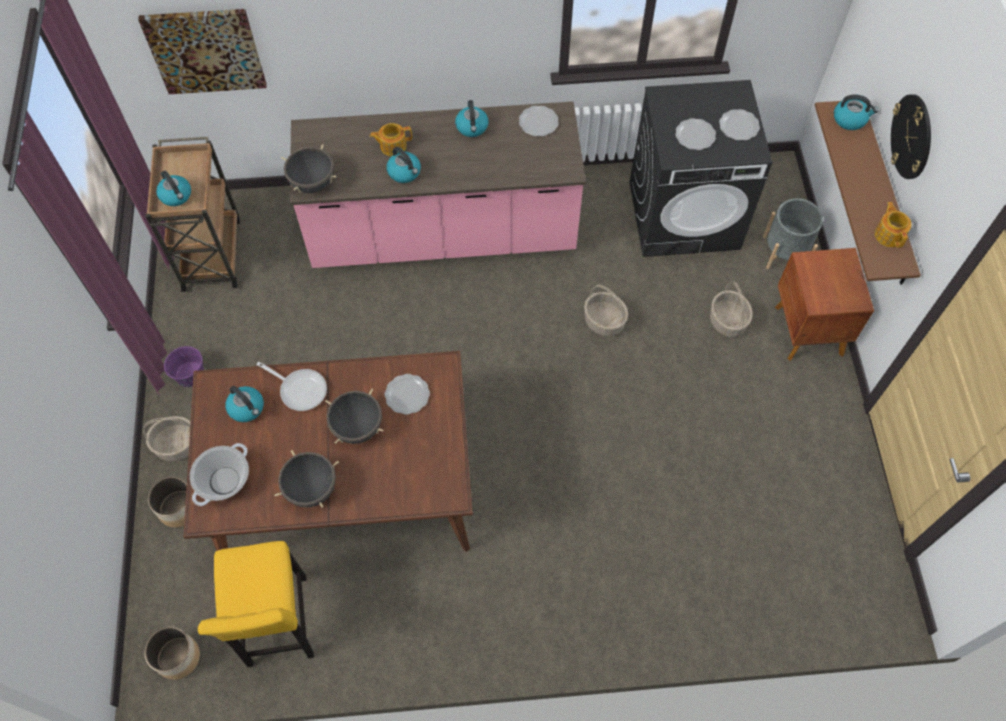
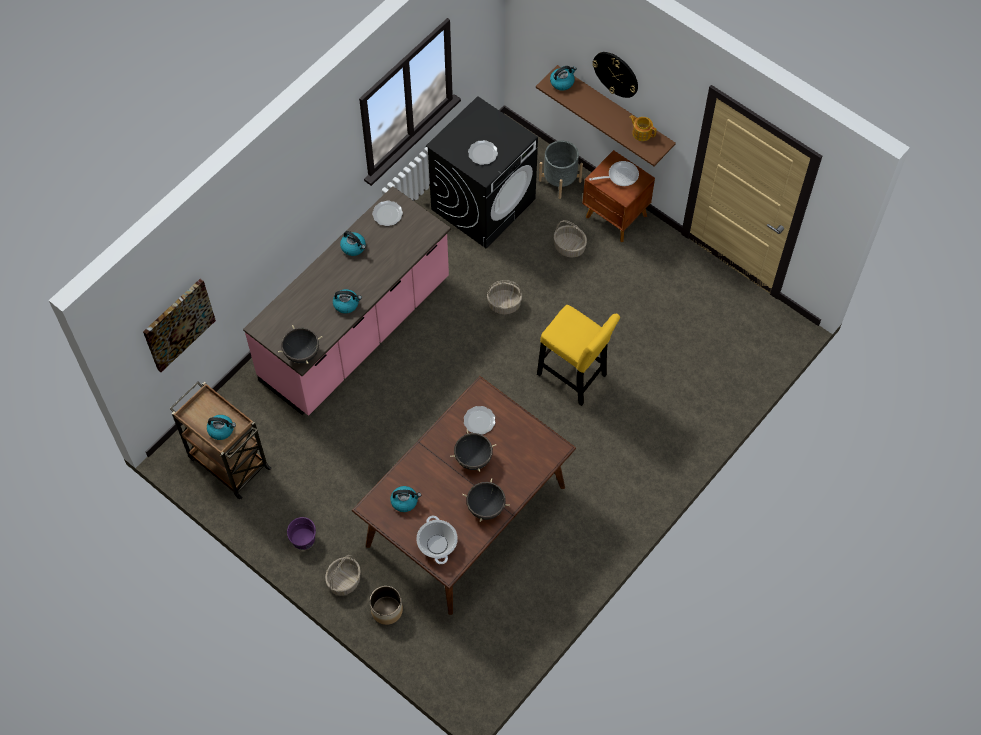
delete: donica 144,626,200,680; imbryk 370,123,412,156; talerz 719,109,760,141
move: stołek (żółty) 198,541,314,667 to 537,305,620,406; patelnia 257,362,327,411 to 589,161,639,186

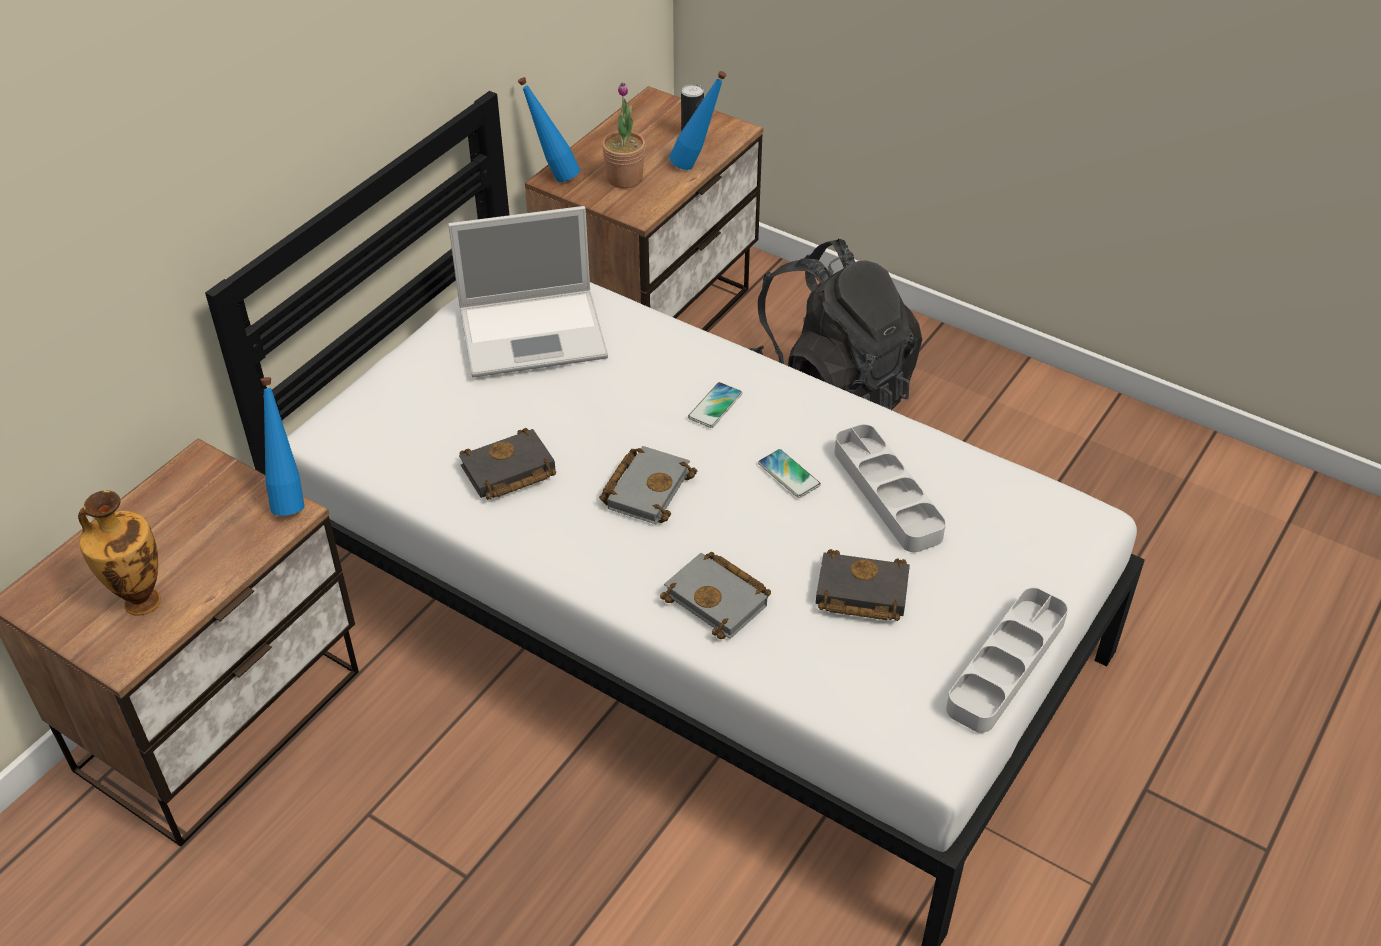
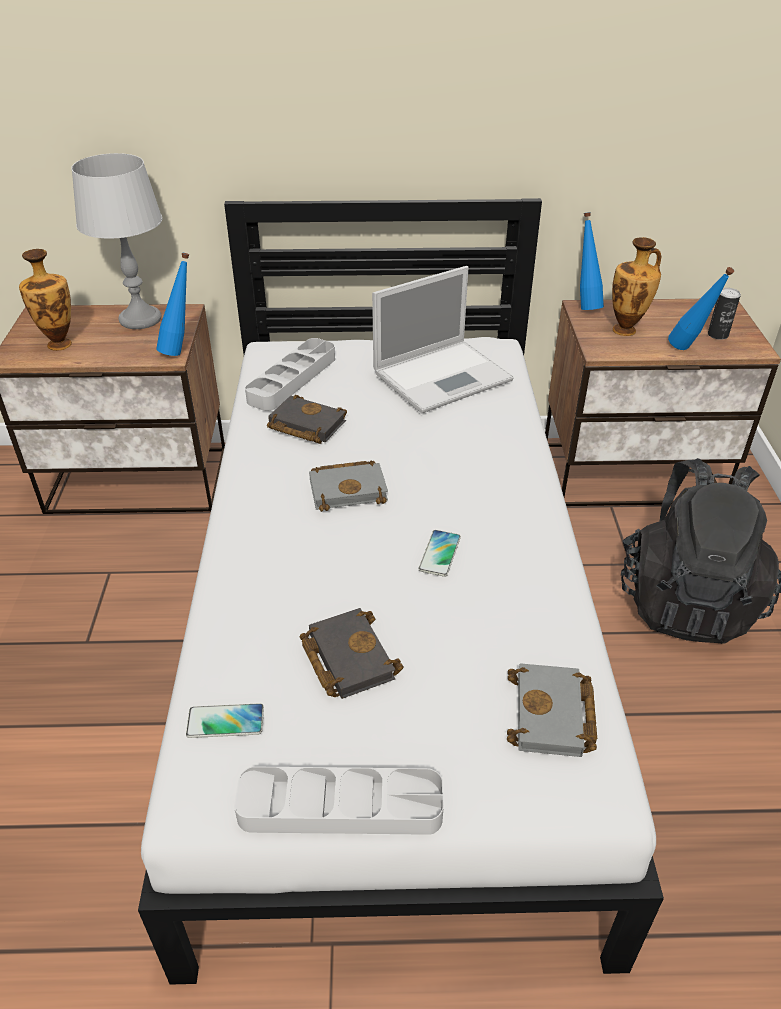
insert: lampa stołowa (szary) 71,153,163,329
move: książka (szary) 660,552,771,639 to 507,663,597,757; telefon 688,382,742,428 to 186,703,264,738; taca (szary) 834,424,946,552 to 245,338,335,411
replace: roślina doniczkowa 602,83,645,189 to wazon 612,237,661,336
rotate: laptop 448,206,608,377 = 372,266,514,413 75 degrees counterclockwise

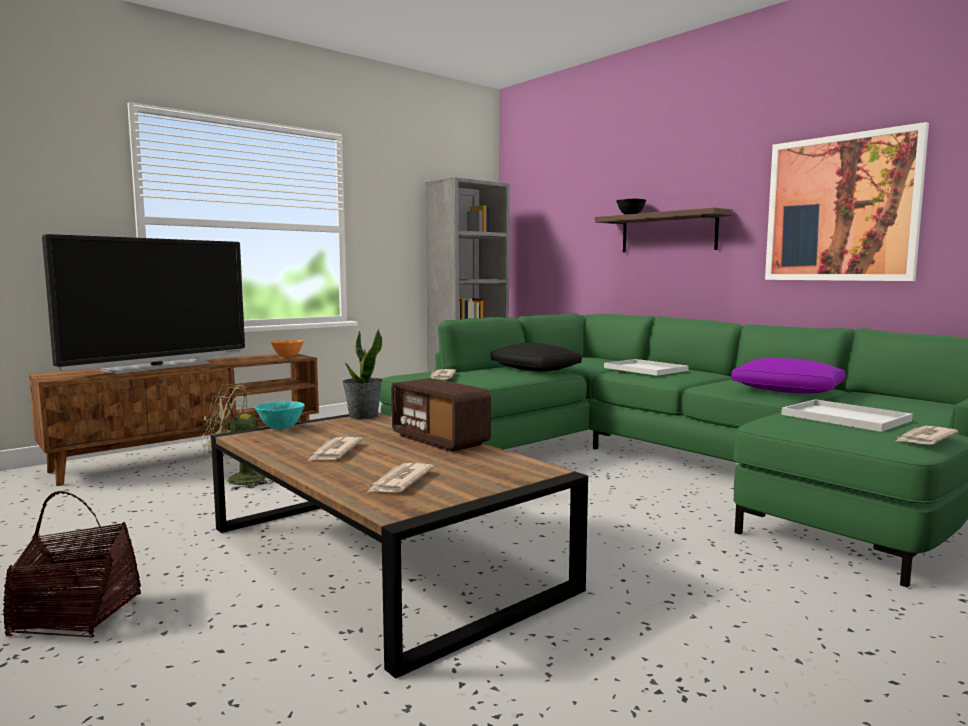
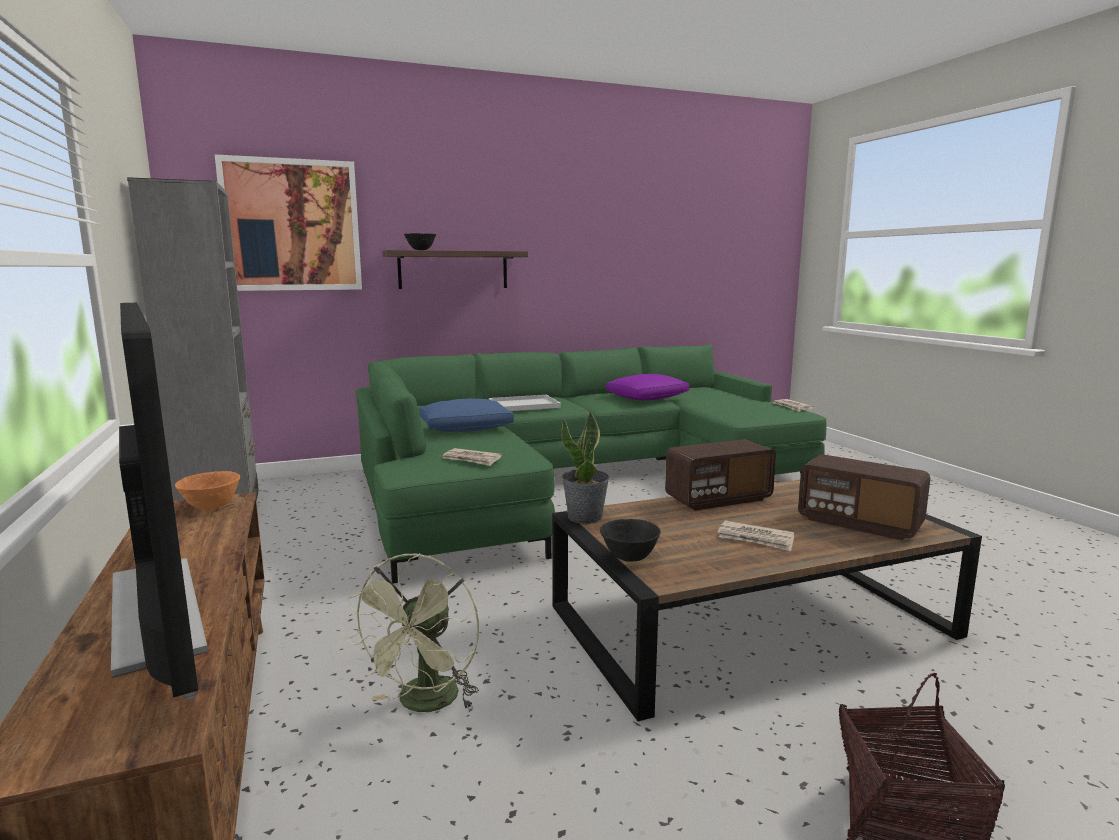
delete: taca (biały) 781,399,913,432
move: obraz 765,122,929,281 to 215,154,362,291
replace: gazeta 366,463,434,493 to radio 798,454,930,540
recolor: miska (turkusowy) 255,401,305,430 to miska (czarny) 600,519,661,562; poduszka (czarny) 490,343,582,372 to poduszka (niebieski) 419,399,514,432

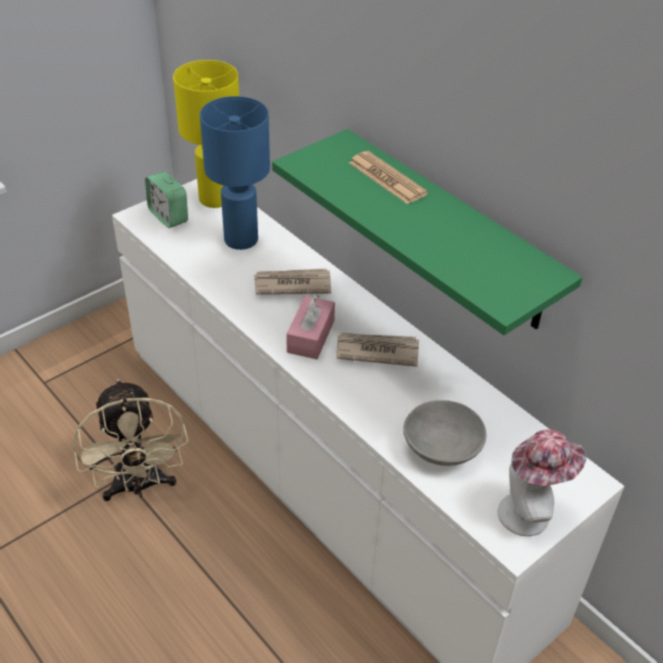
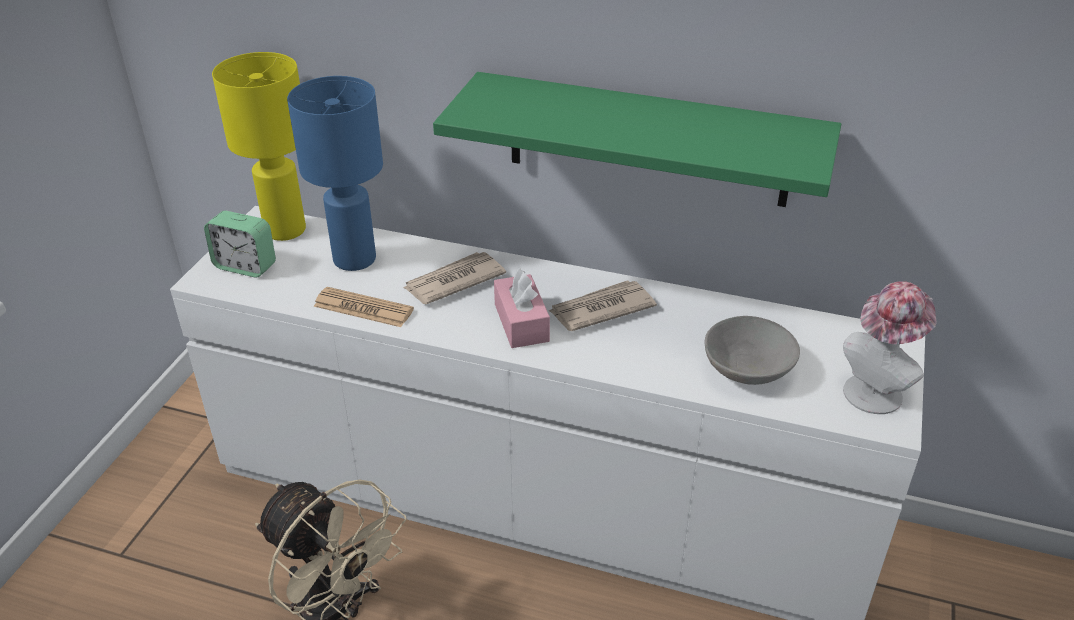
move: gazeta 349,151,428,204 to 314,287,414,327

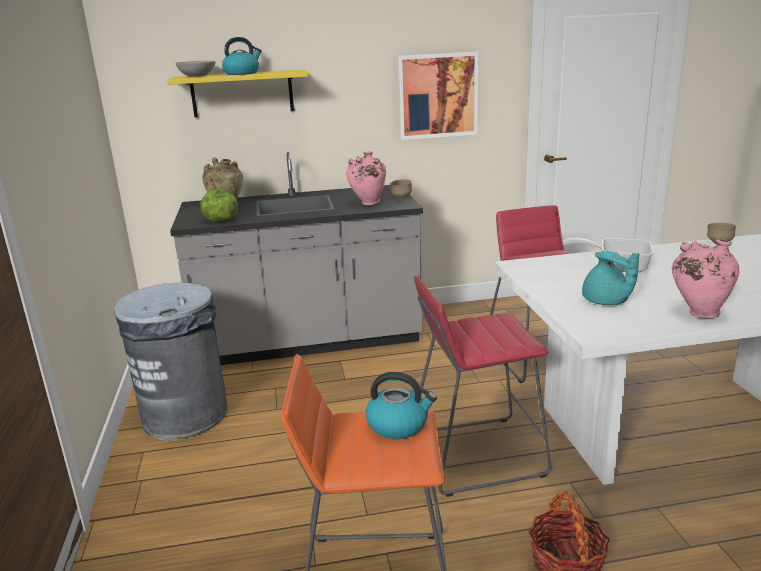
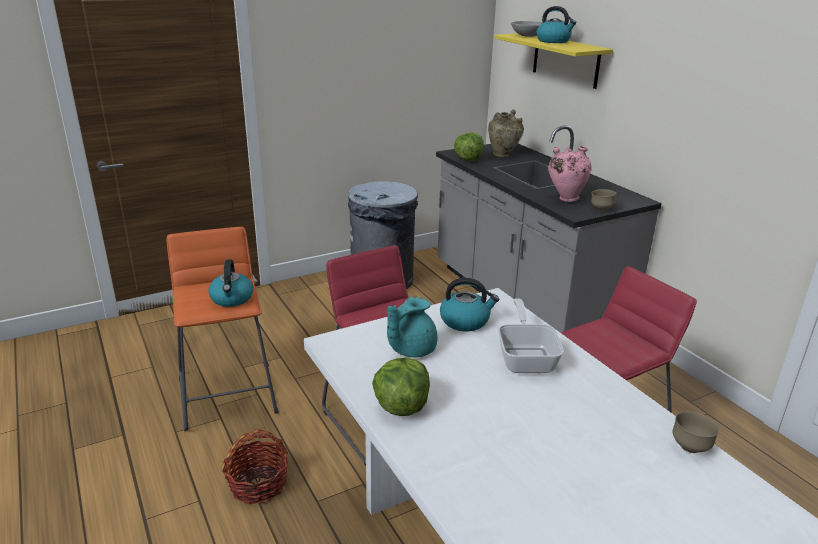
delete: obraz 398,52,478,140
insert: czajnik 440,278,499,331
replace: wazon (różowy) 672,239,740,318 to sałata 372,357,430,416

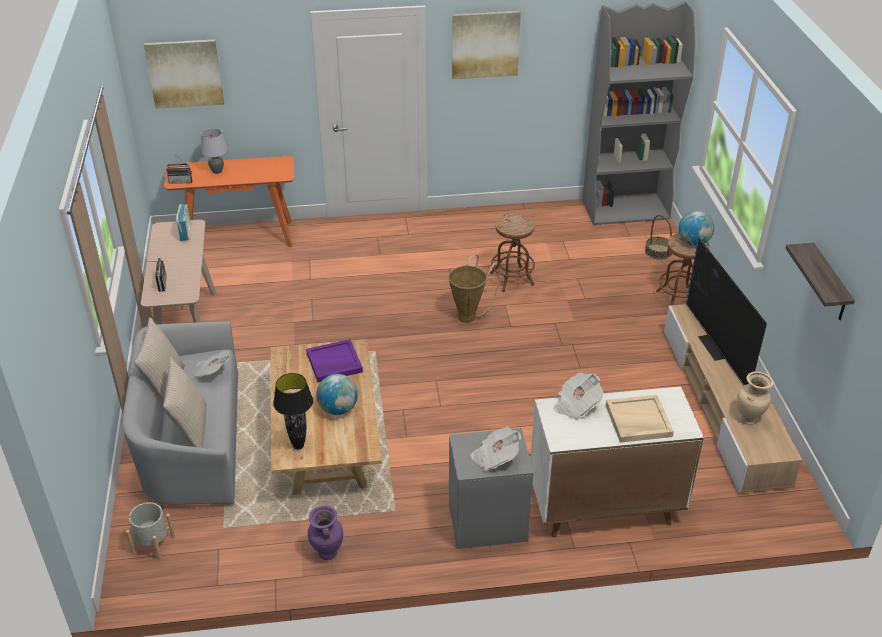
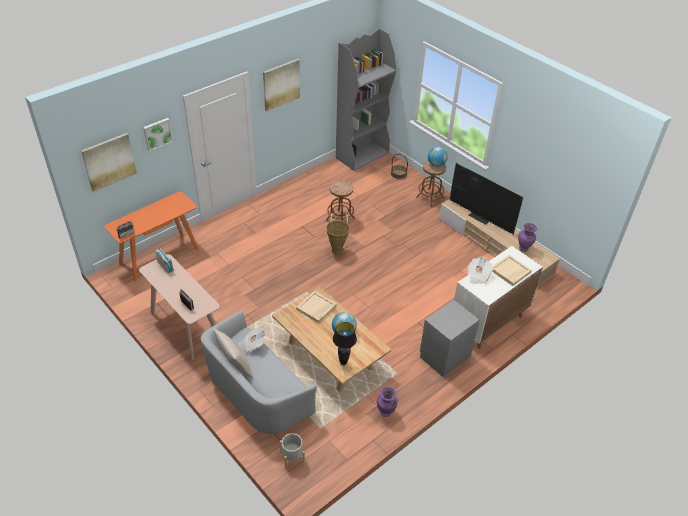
delete: poduszka (beżowy) 163,357,207,448; lampa stołowa (szary) 201,128,227,174; gazeta 470,427,522,471; półka 786,243,855,320
insert: obraz 143,118,173,152
recolor: taca (fioletowy) 306,339,363,383 to taca (beżowy) 296,291,336,323; wazon (beżowy) 737,371,774,425 to wazon (fioletowy) 518,223,537,252

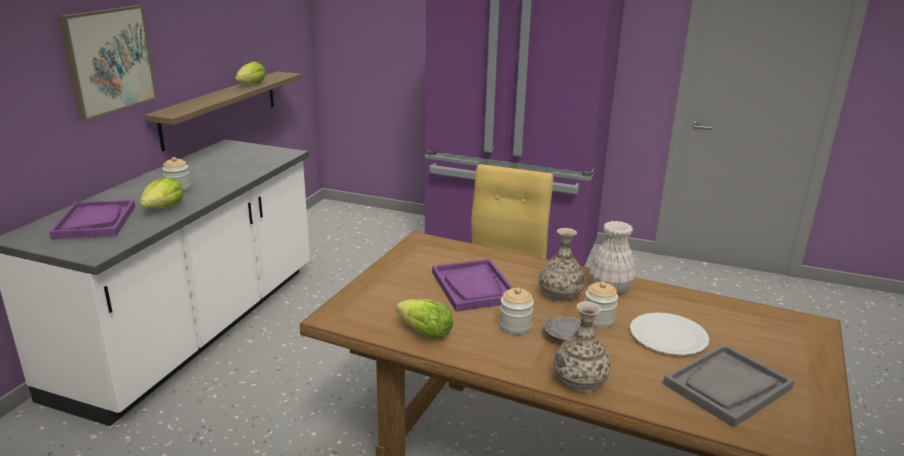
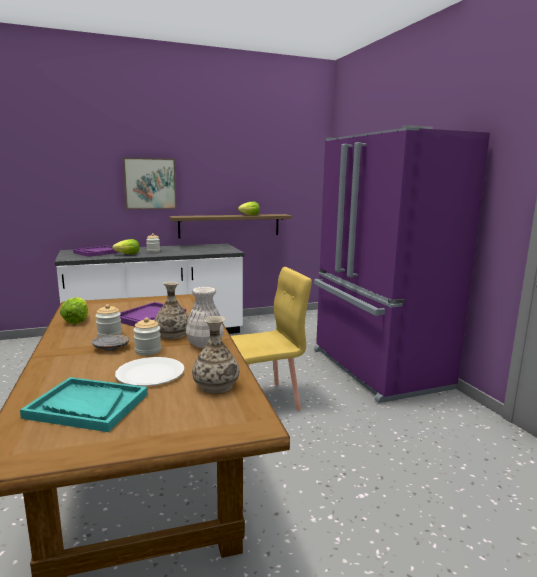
move: wazon 554,301,611,392 to 192,316,239,394
recolor: taca (szary) 663,344,794,428 to taca (turkusowy) 20,377,147,432

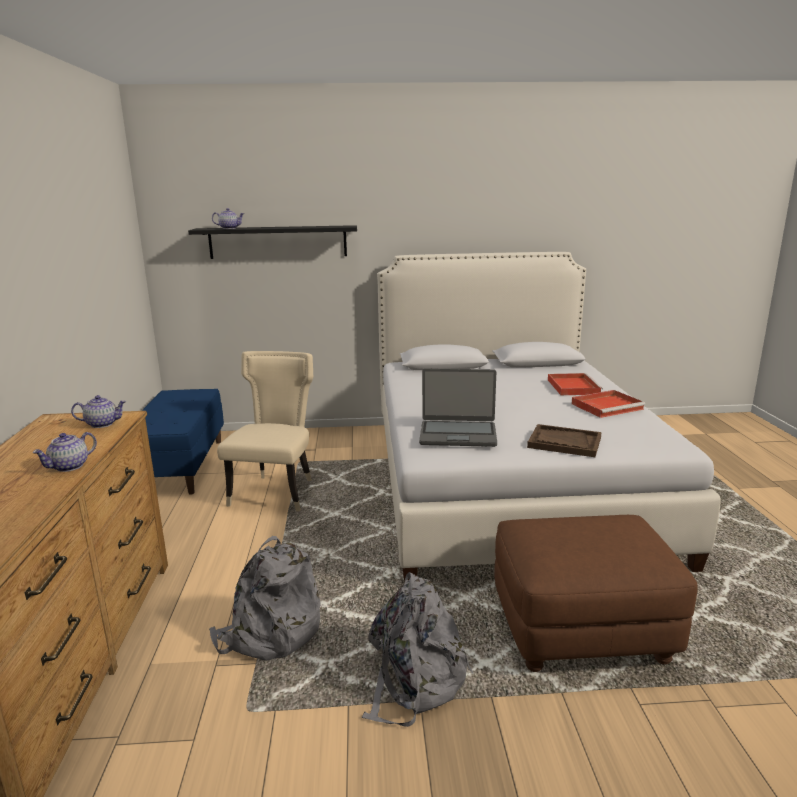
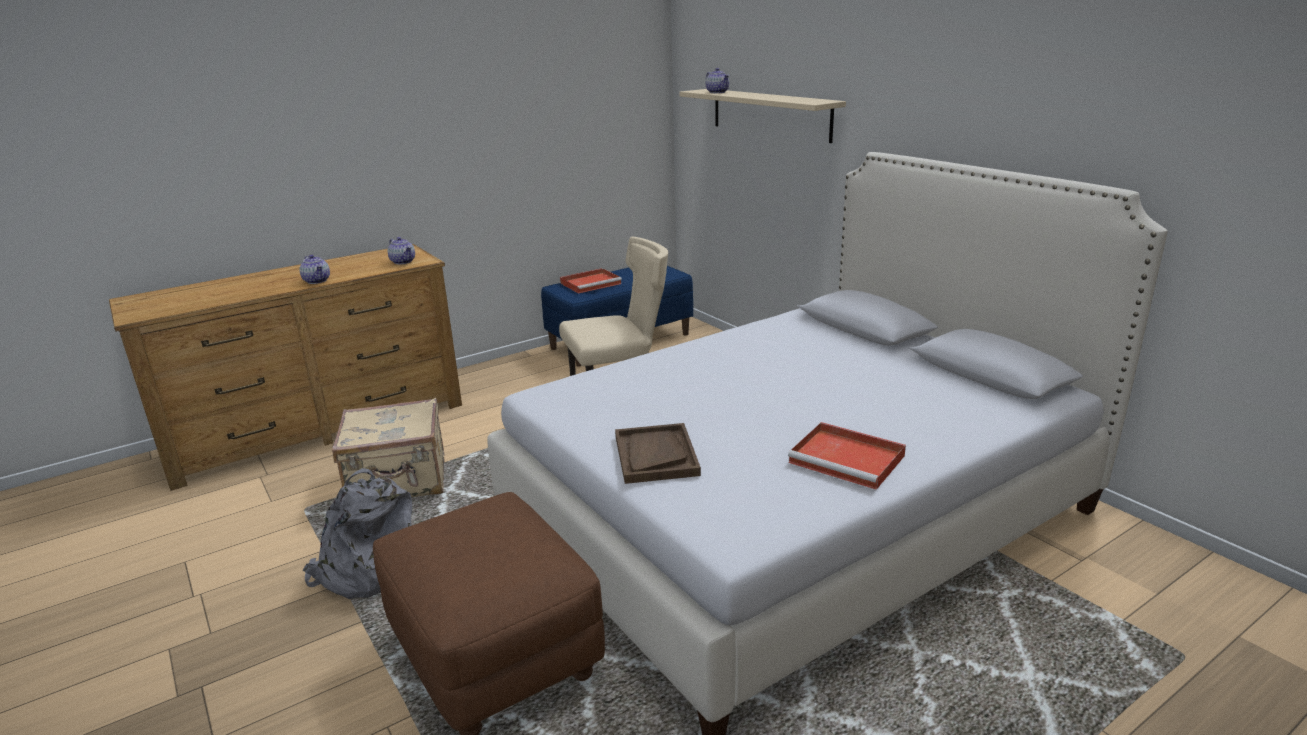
delete: laptop 419,369,497,447
move: taca (czerwony) 548,373,603,395 to 560,268,622,294
replace: plecak (szary) 209,536,321,661 to walizka (beżowy) 332,398,444,497
recolor: półka (czarny) 188,225,357,259 to półka (beżowy) 679,89,846,143
rotate: imbryk 32,432,97,472 = 299,255,330,284 135 degrees counterclockwise

